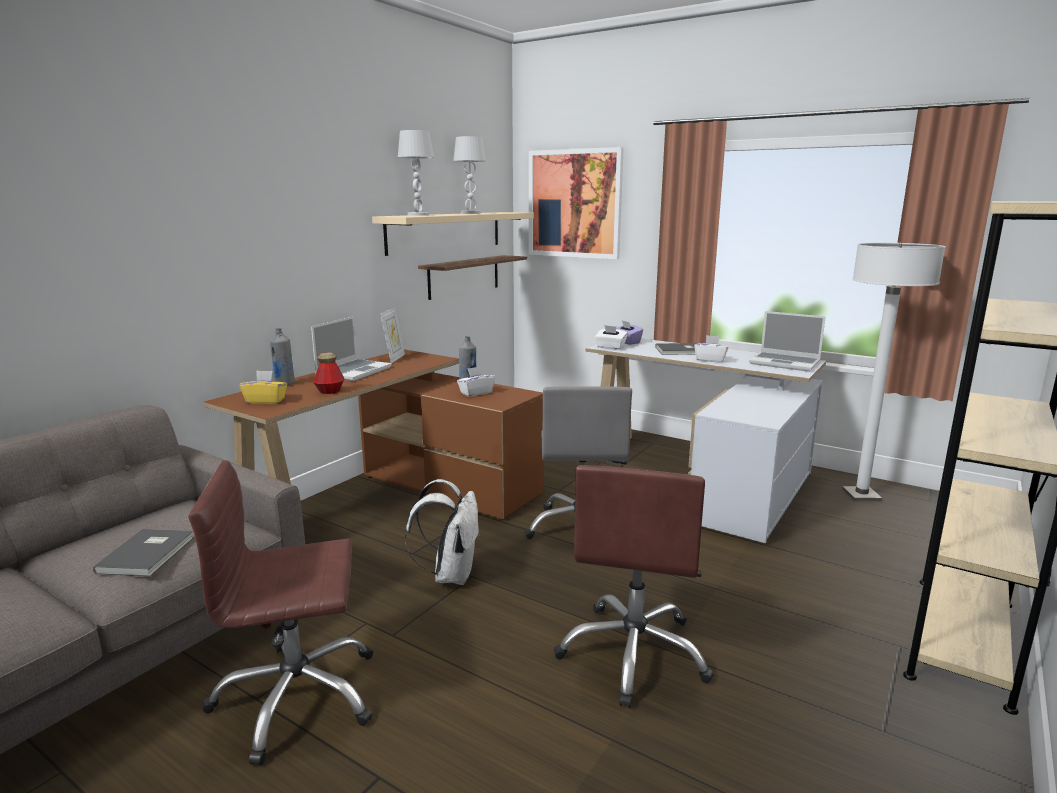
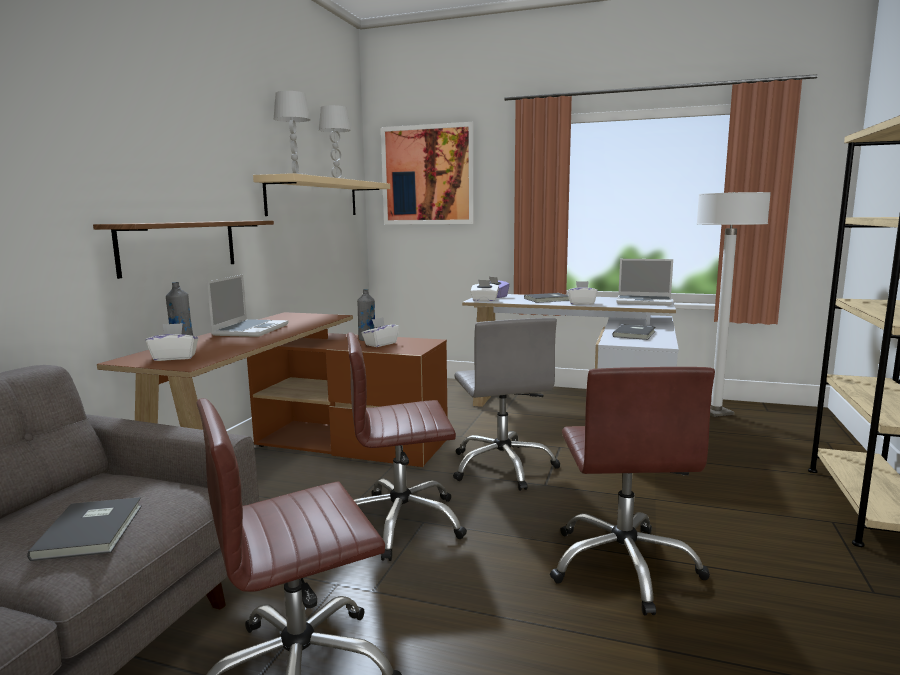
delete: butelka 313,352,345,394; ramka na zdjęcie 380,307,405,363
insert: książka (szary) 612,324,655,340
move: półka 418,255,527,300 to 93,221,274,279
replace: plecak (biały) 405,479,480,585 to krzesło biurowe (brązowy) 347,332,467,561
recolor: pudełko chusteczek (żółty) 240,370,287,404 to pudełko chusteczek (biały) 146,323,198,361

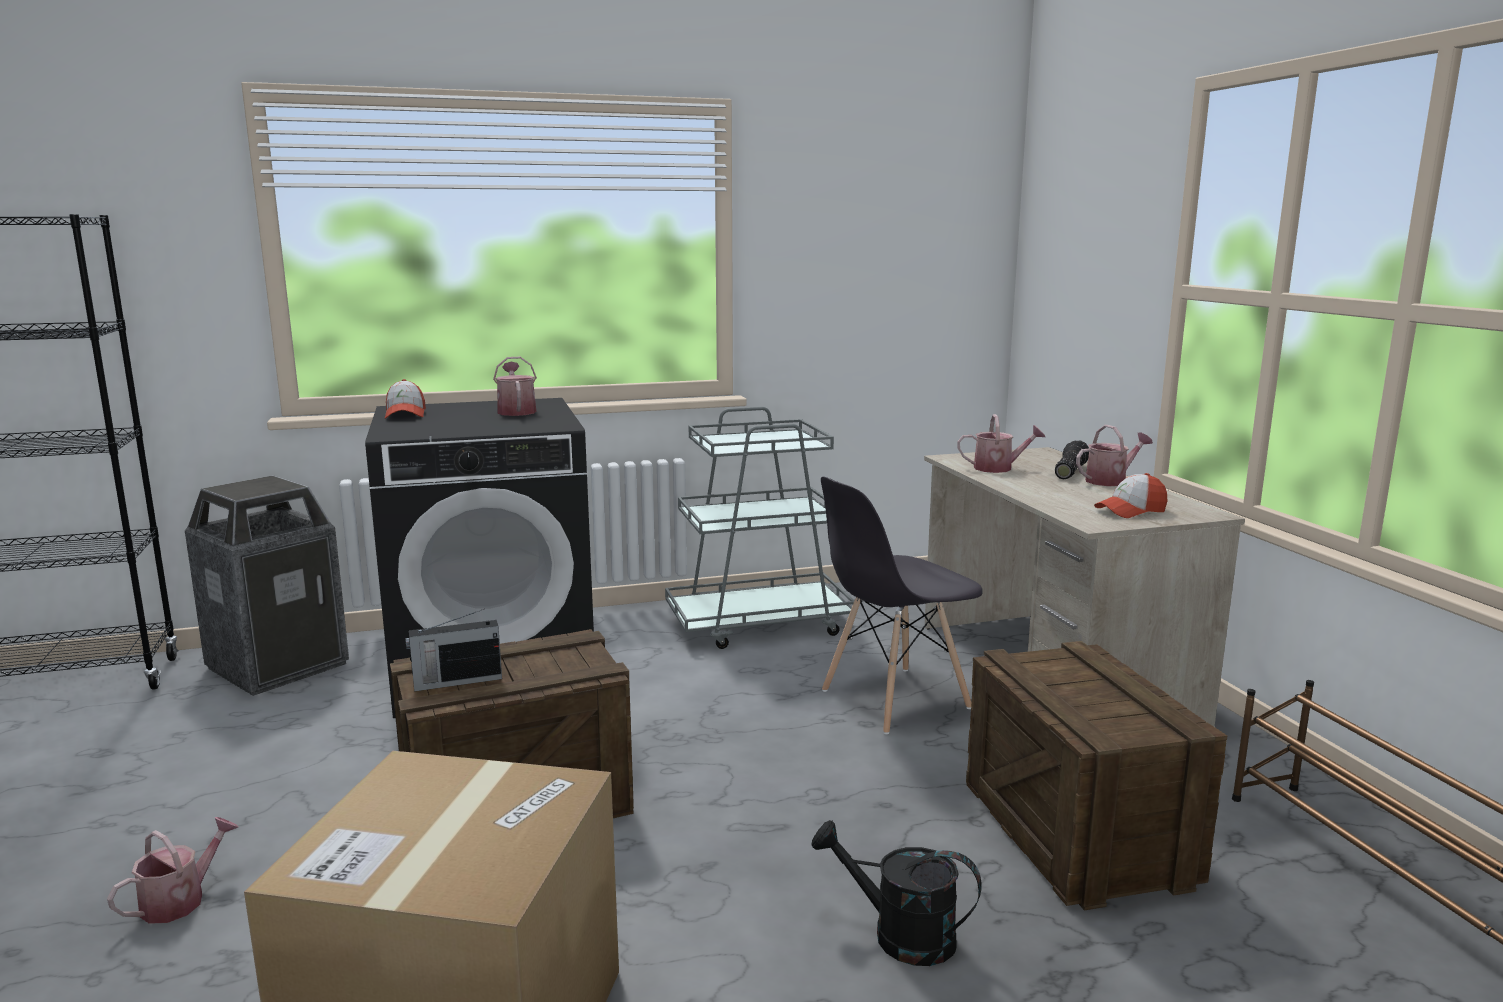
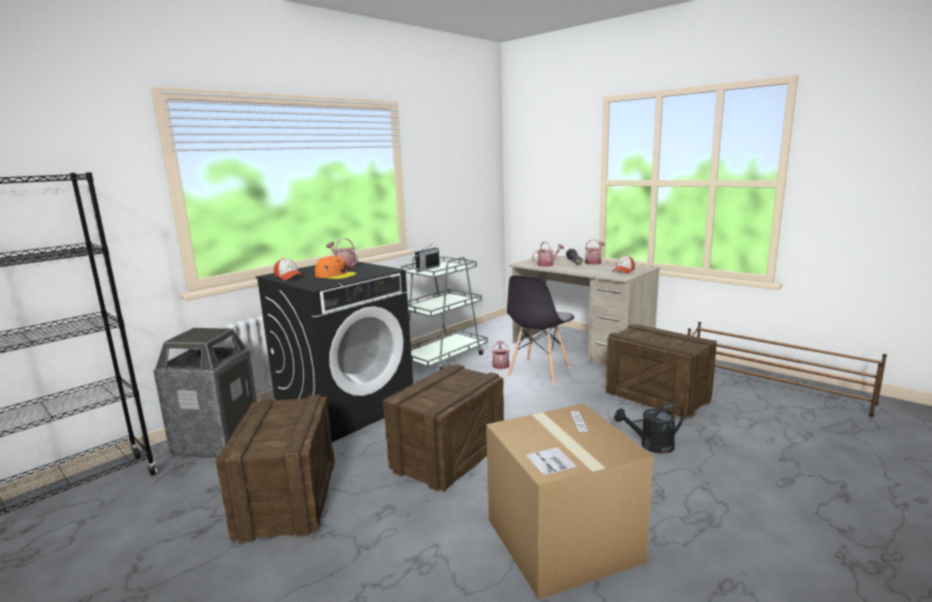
insert: skrzynka 215,395,335,544; czapka z daszkiem (pomarańczowy) 315,256,356,279
move: konewka 107,817,238,924 to 491,341,510,369; radio 405,609,502,691 to 415,244,440,272

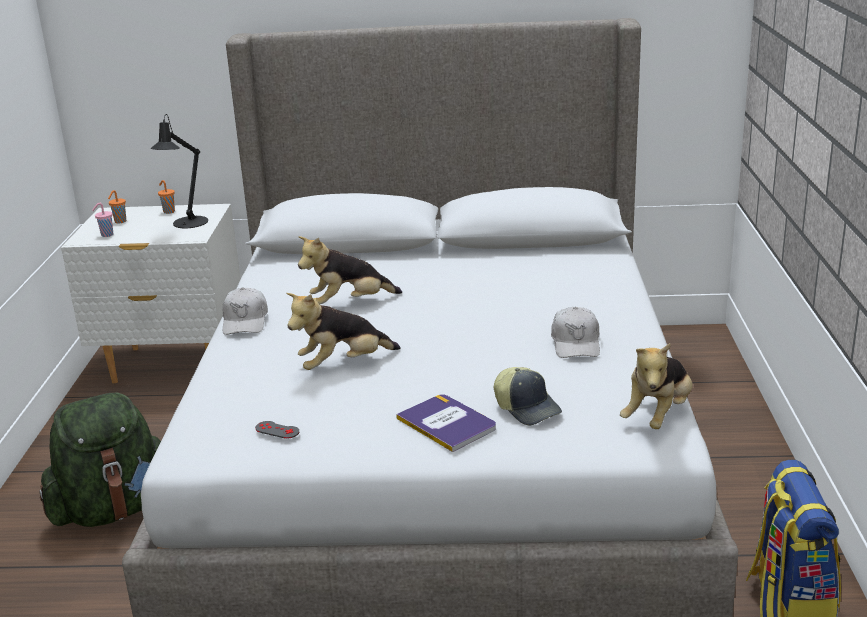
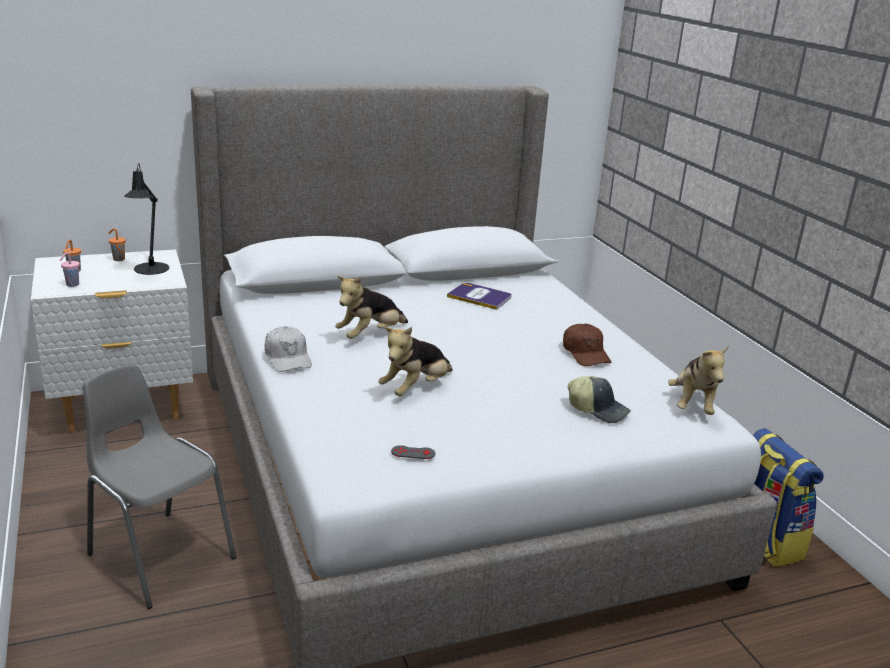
move: książka 396,394,496,452 to 447,283,512,310
replace: plecak (zielony) 39,393,161,527 to krzesło (szary) 82,365,237,609
recolor: czapka z daszkiem (biały) 551,307,600,358 to czapka z daszkiem (brązowy) 563,324,611,366

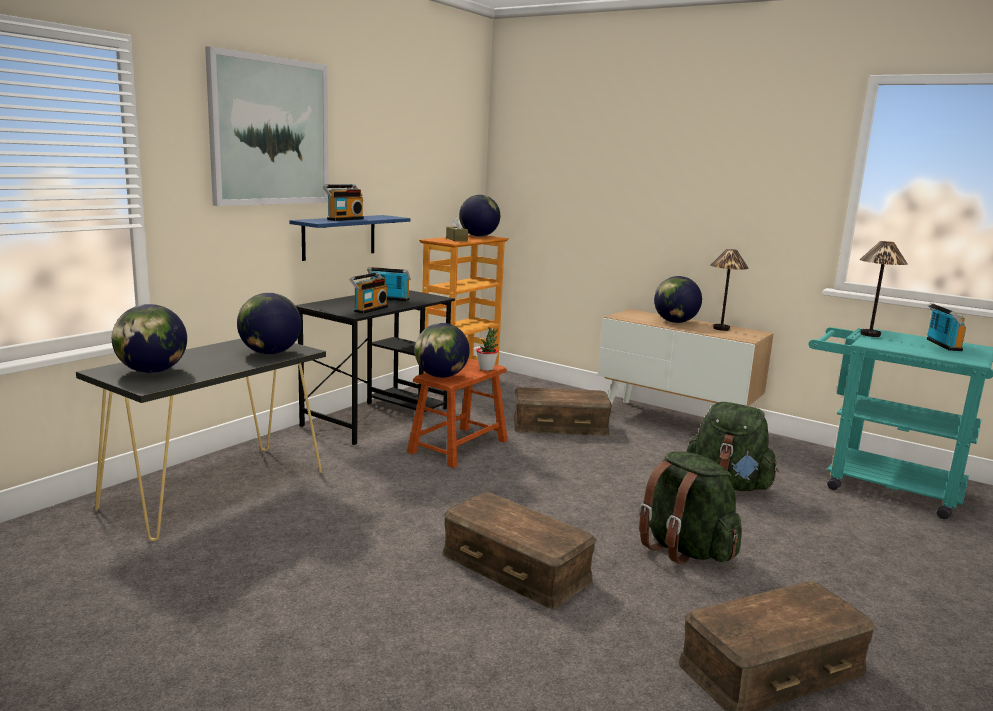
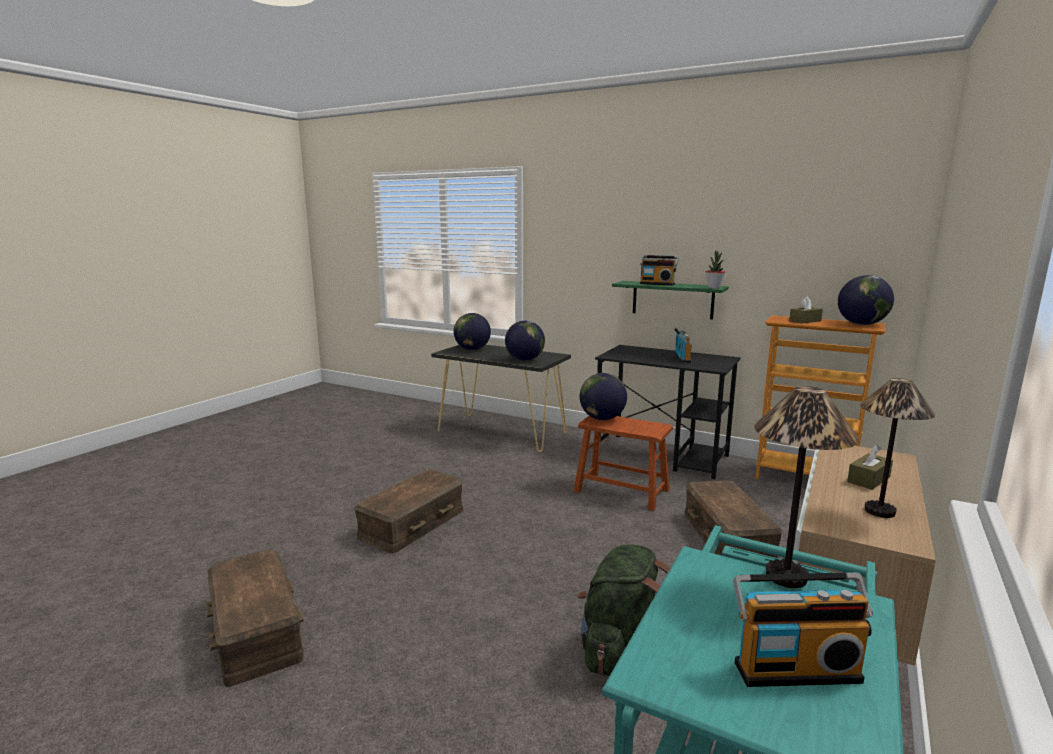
delete: obraz 205,46,328,206; radio 350,272,388,314; plecak (zielony) 639,451,742,565
move: roślina doniczkowa 476,327,499,371 to 705,251,725,288
replace: globus 654,276,702,323 to pudełko chusteczek (brązowy) 847,444,893,490
recolor: półka (niebieski) 289,215,410,261 to półka (zielony) 612,281,729,319

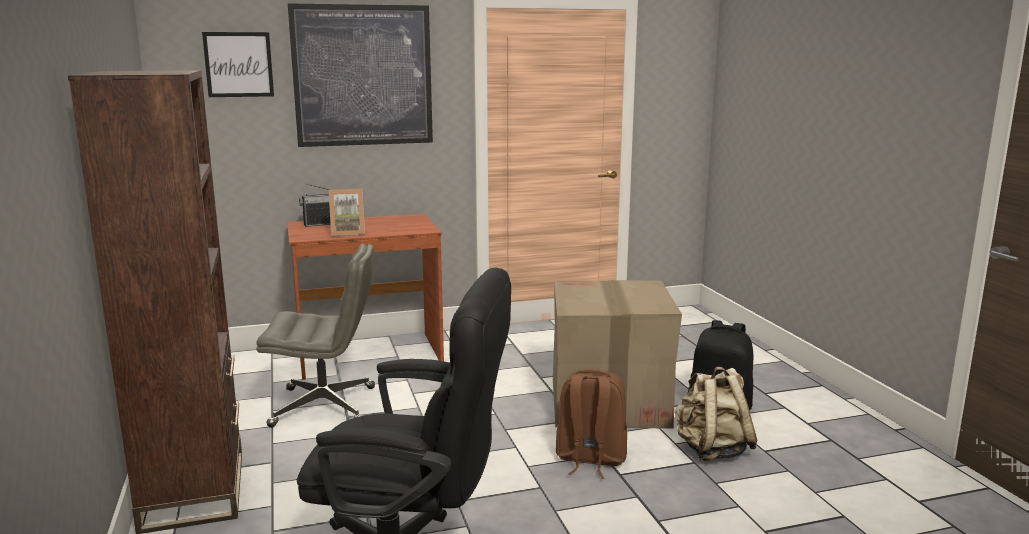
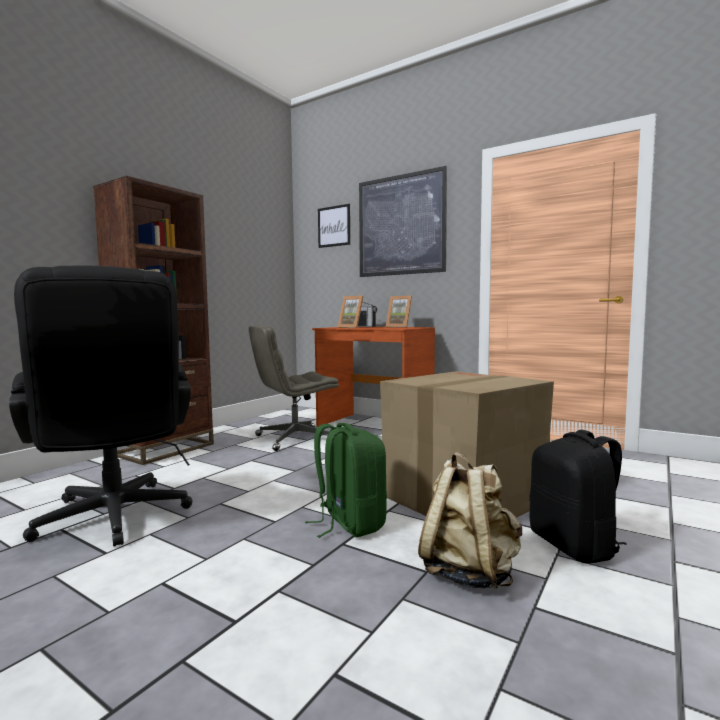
insert: ramka na zdjęcie 386,296,412,328
recolor: plecak (brązowy) 556,369,627,479 to plecak (zielony) 305,423,387,538
rotate: krzesło biurowe (szary) 256,244,375,428 = 249,325,339,451 105 degrees clockwise

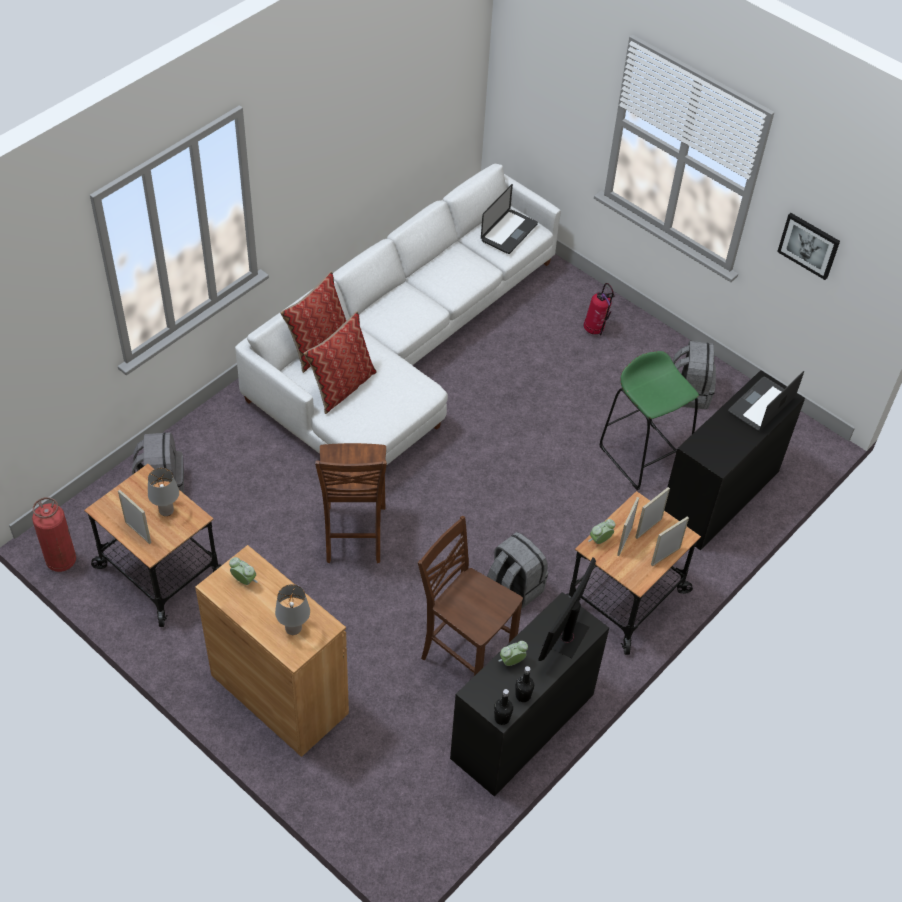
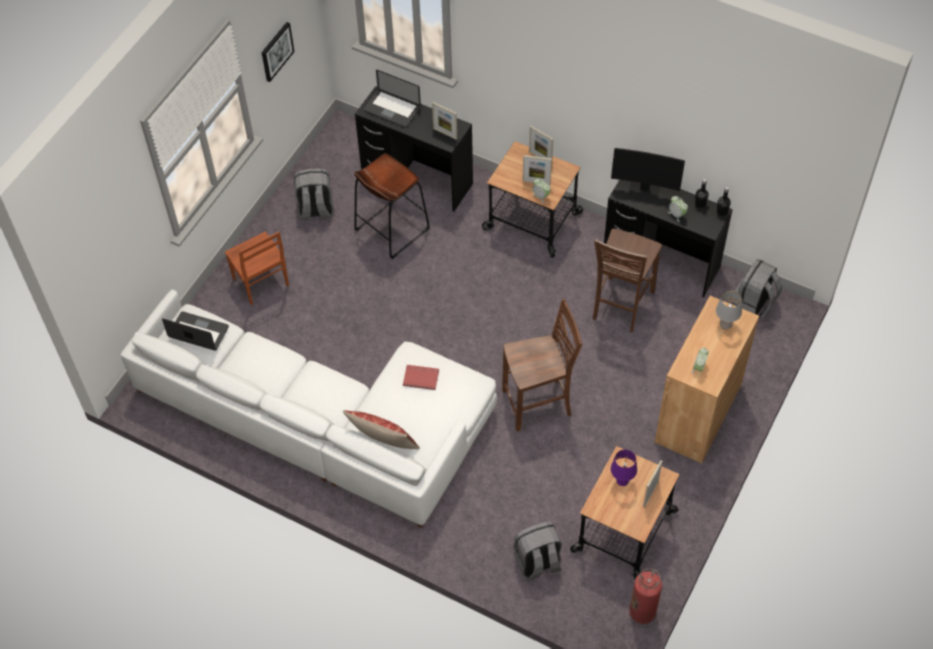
delete: poduszka 303,311,376,414
insert: książka (czerwony) 403,365,439,390
move: plecak (szary) 487,532,548,609 to 732,259,782,318; ramka na zdjęcie 635,487,670,539 to 432,102,457,140
replace: gaśnica 584,283,615,335 to krzesło (brązowy) 225,231,289,305
recolor: lampa stołowa (szary) 148,468,179,516 to lampa stołowa (fioletowy) 611,449,637,486; stołek (zielony) 599,351,699,490 to stołek (brązowy) 354,153,429,259

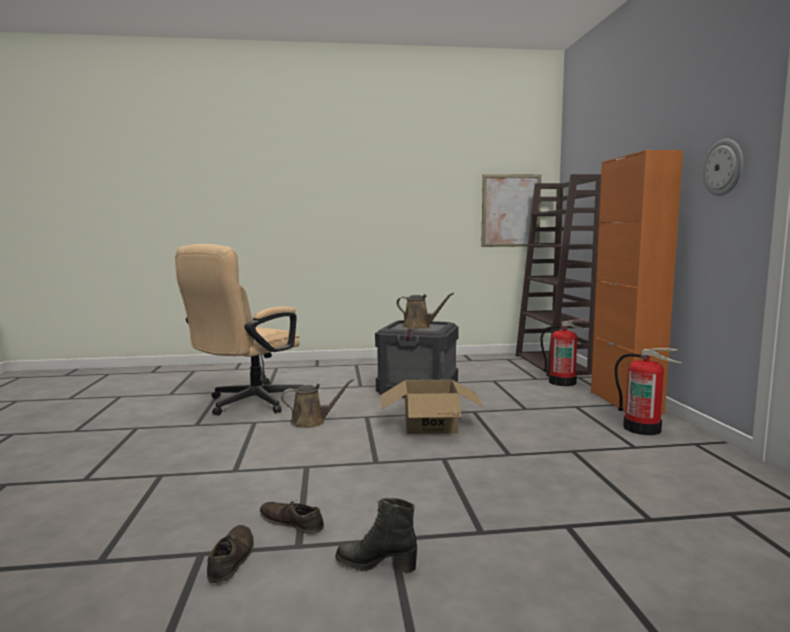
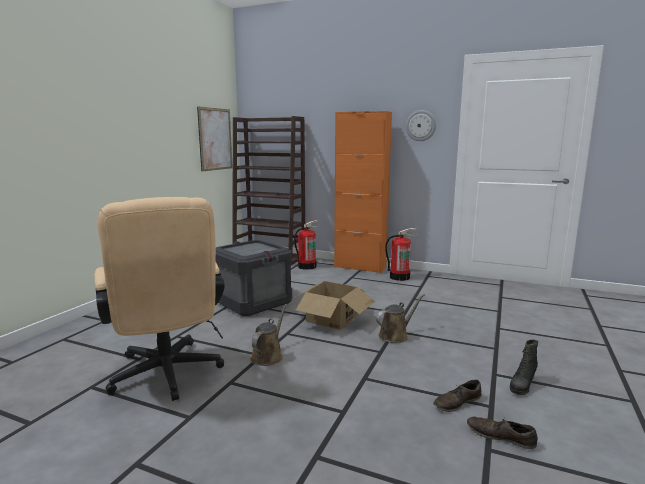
move: konewka (brązowy) 396,293,454,329 to 376,294,425,343

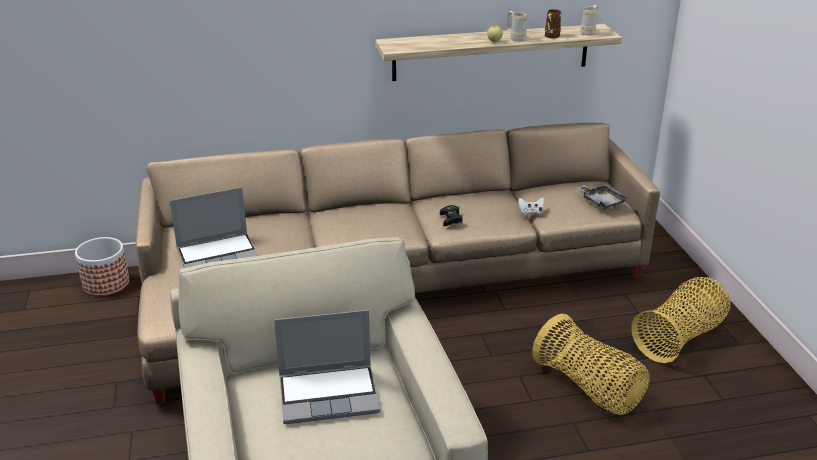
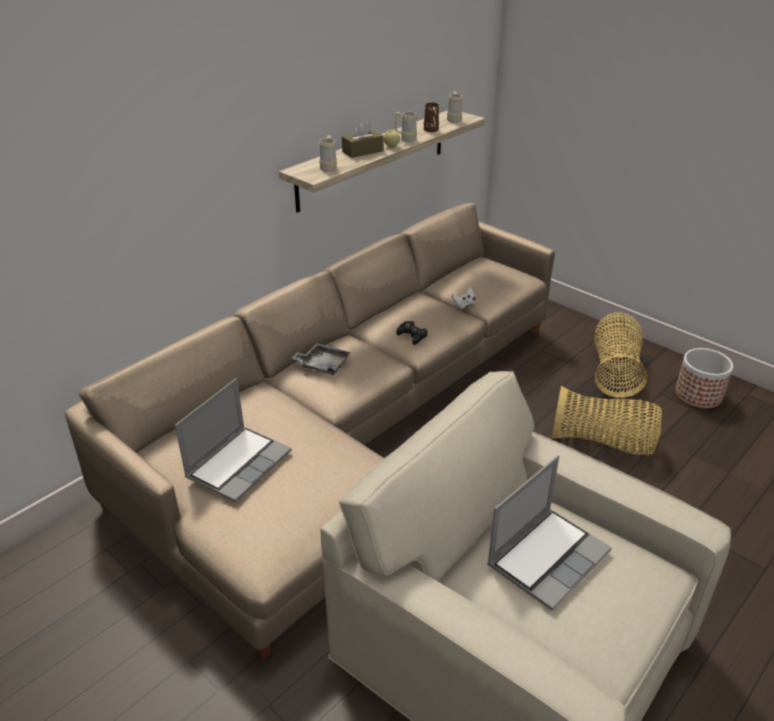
insert: kubek (beżowy) 320,135,337,172; pudełko chusteczek (brązowy) 342,121,383,158
move: donica 75,237,129,296 to 675,348,733,409; taca (szary) 577,184,629,210 to 291,343,351,375

